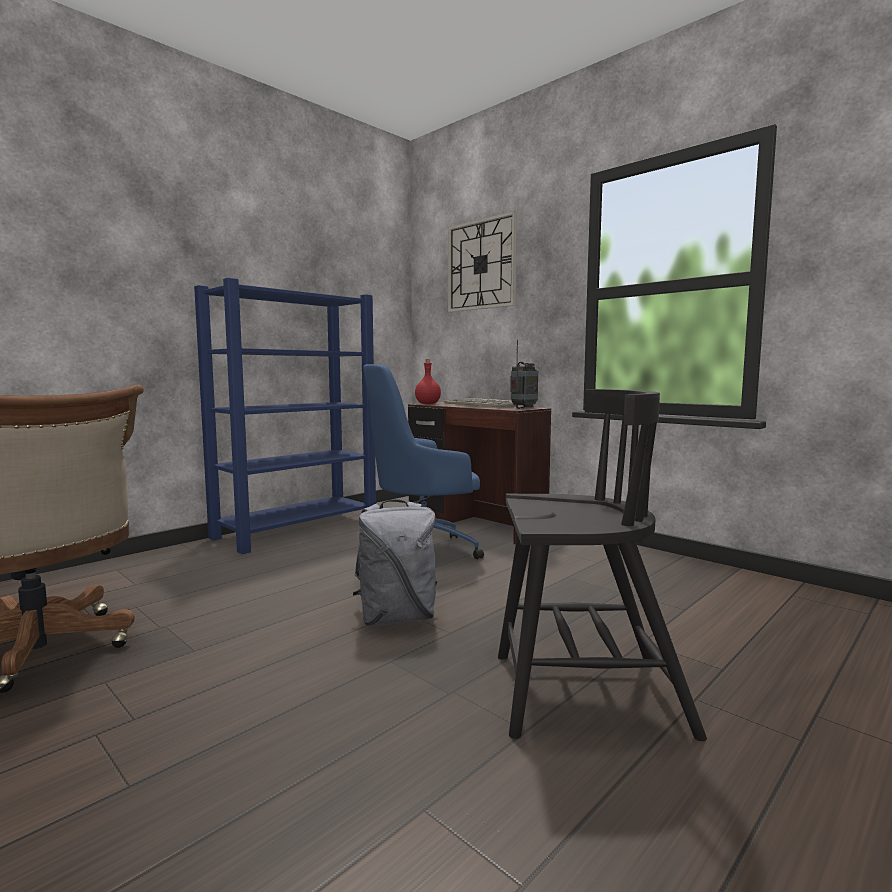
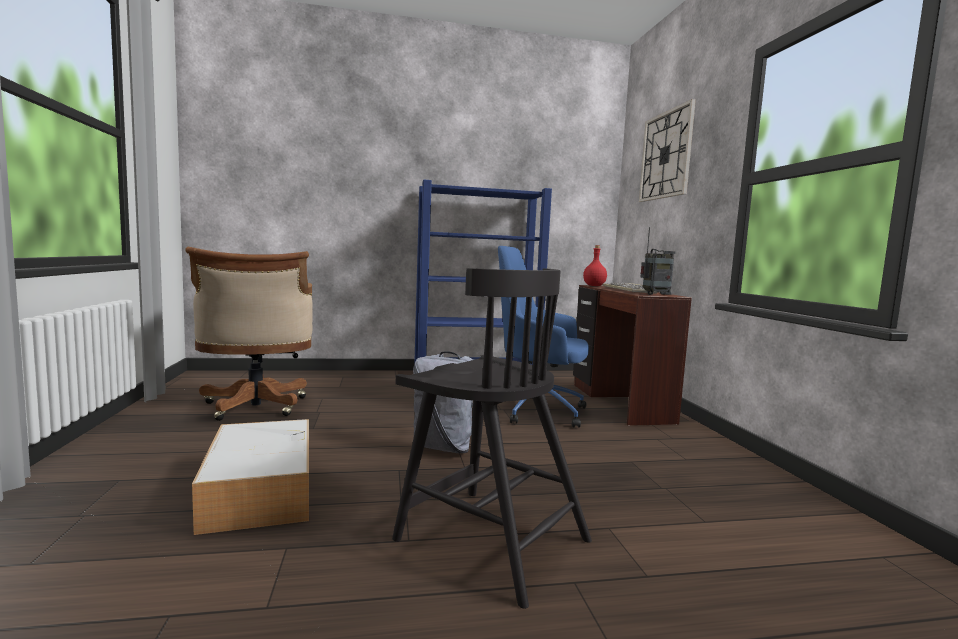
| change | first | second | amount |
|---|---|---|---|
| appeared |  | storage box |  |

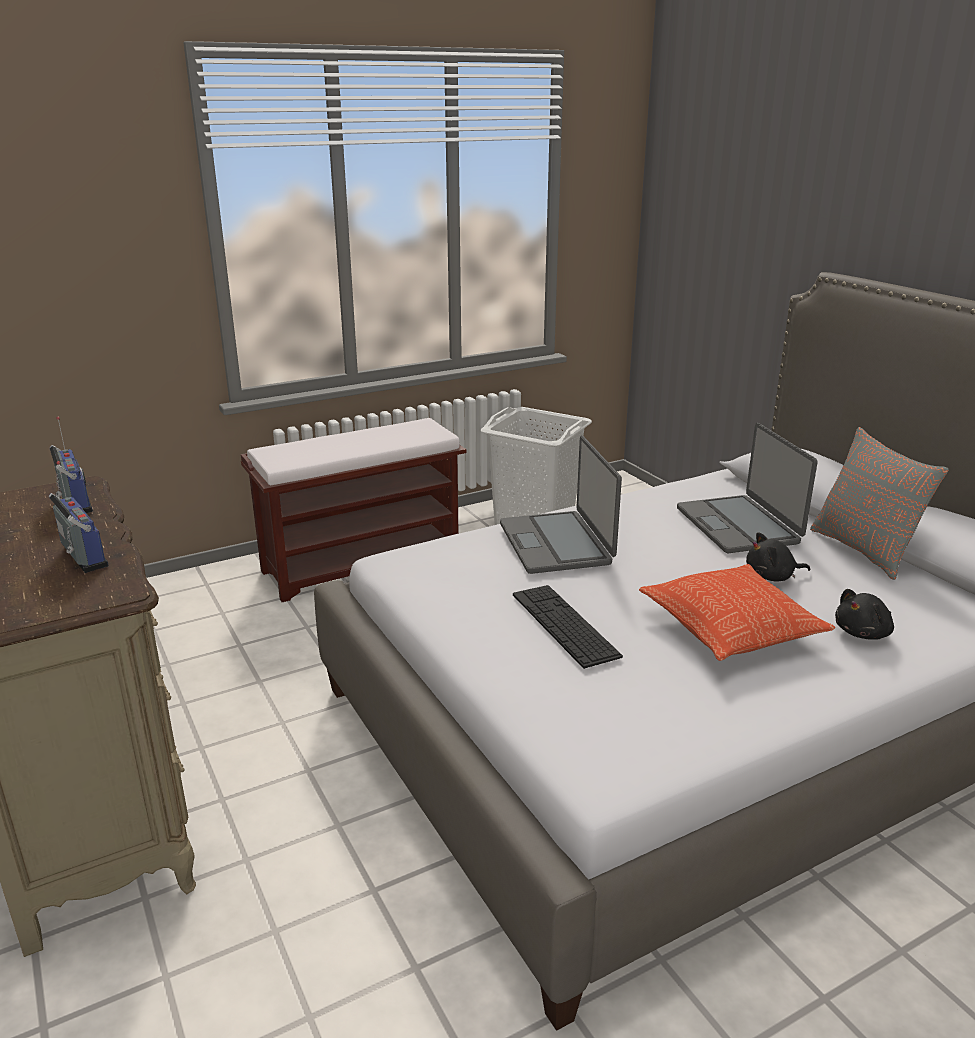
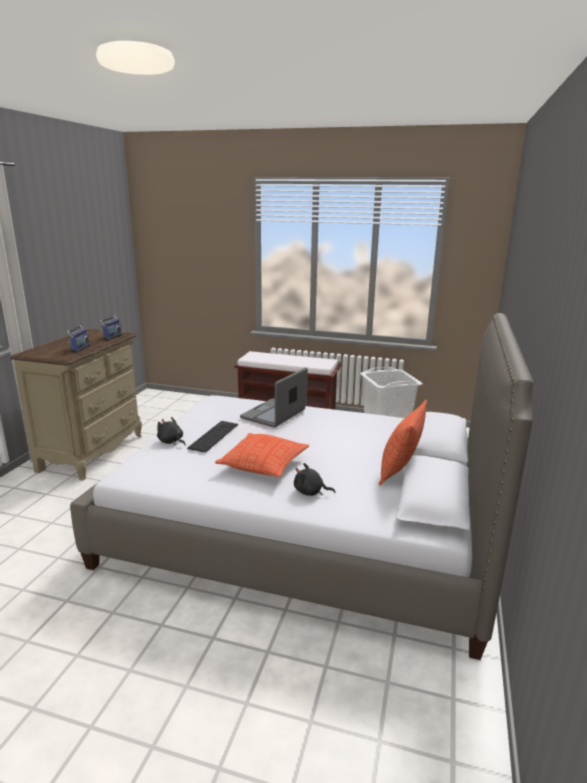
| change | first | second | amount |
|---|---|---|---|
| missing | laptop (no. 2 from left) |  |  |
| relocated | black plush toy (no. 1 from left) |  |  |
| colour | grey pillow | orange pillow (no. 2 from left) |  |

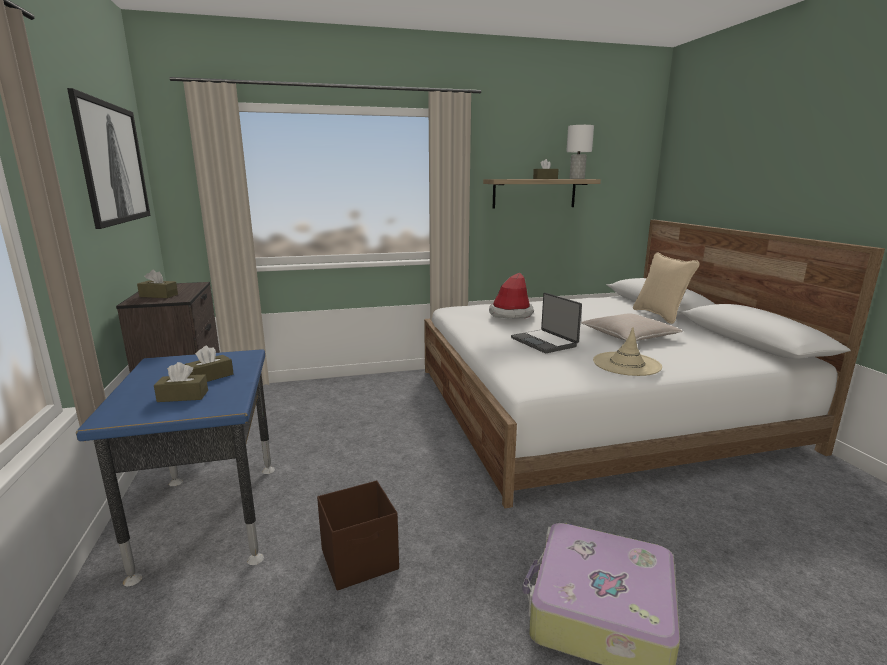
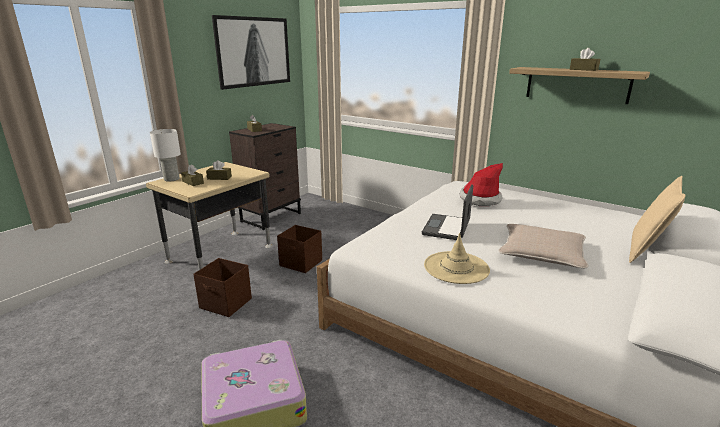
| change | first | second | amount |
|---|---|---|---|
| appeared |  | brown storage box (no. 2 from left) |  |
| relocated | white table lamp |  |  |
| colour | blue desk | beige desk |  |

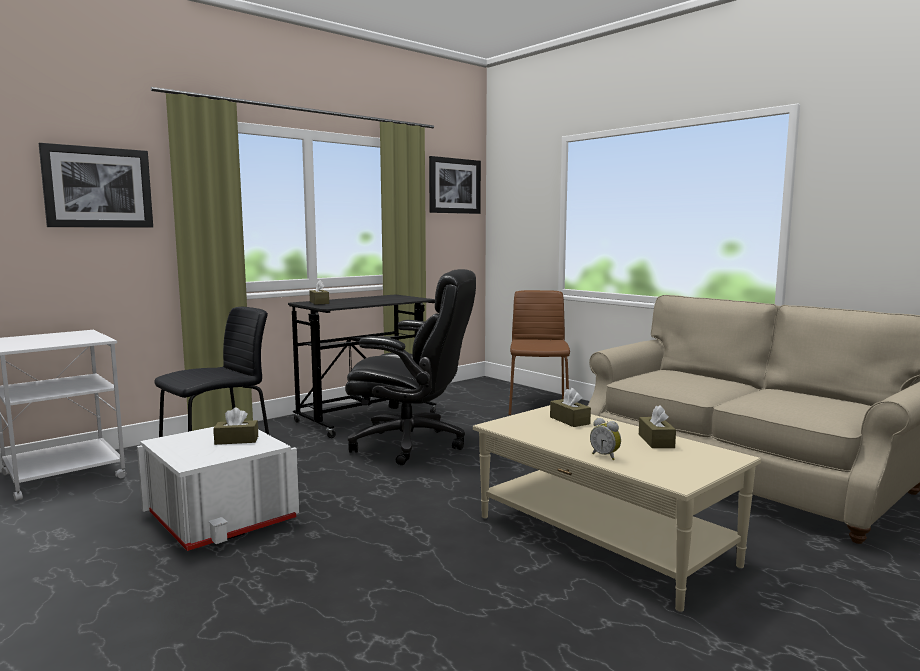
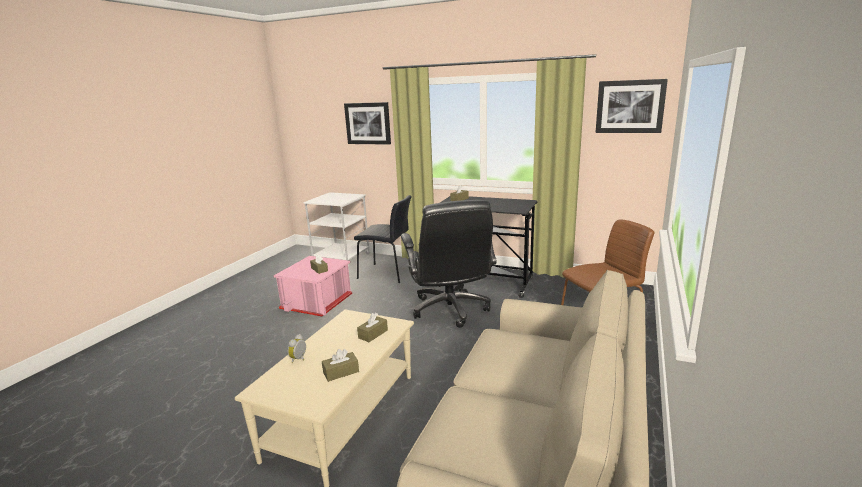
| change | first | second | amount |
|---|---|---|---|
| colour | white storage box | pink storage box |  |

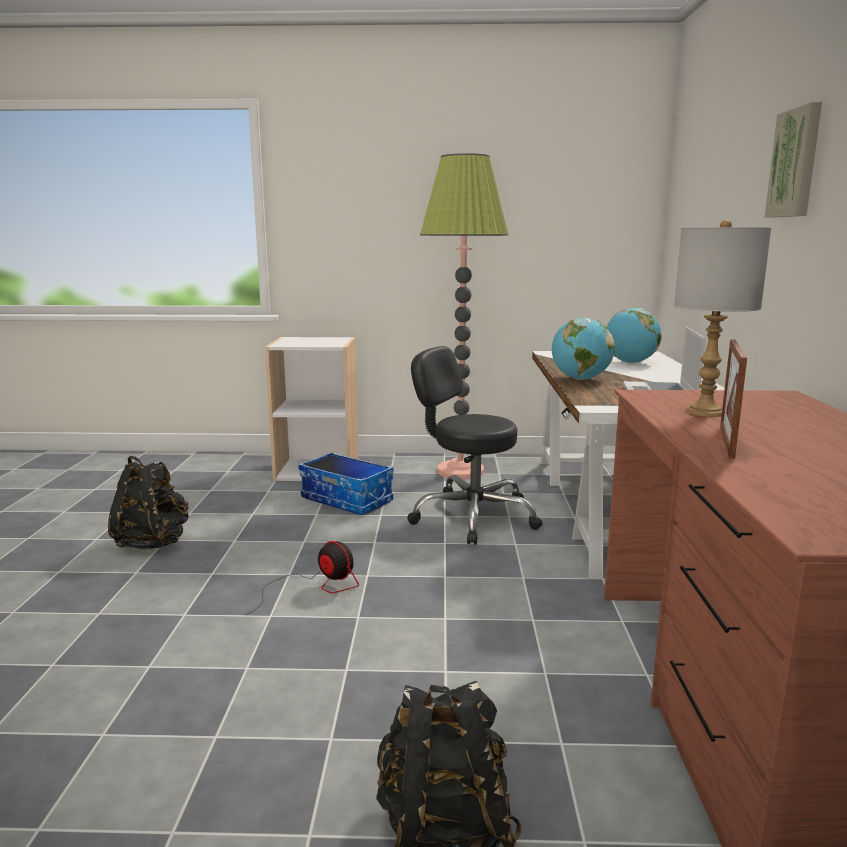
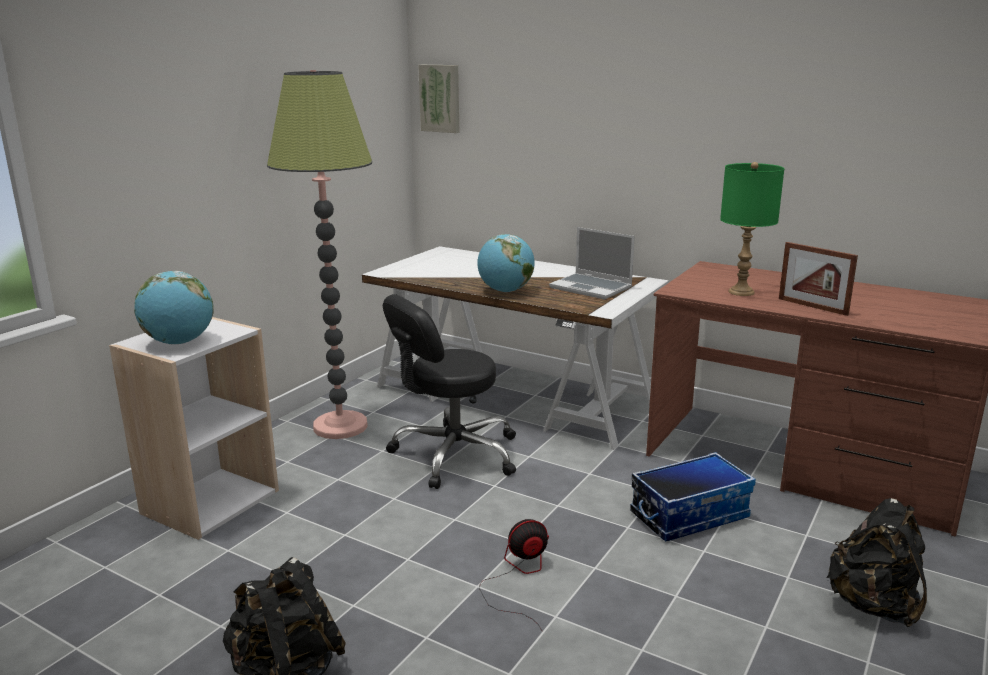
| change | first | second | amount |
|---|---|---|---|
| relocated | storage box |  |  |
| relocated | globe (no. 2 from left in the first image) | globe (no. 1 from left) |  |
| relocated | picture |  |  |
| colour | grey table lamp | green table lamp |  |

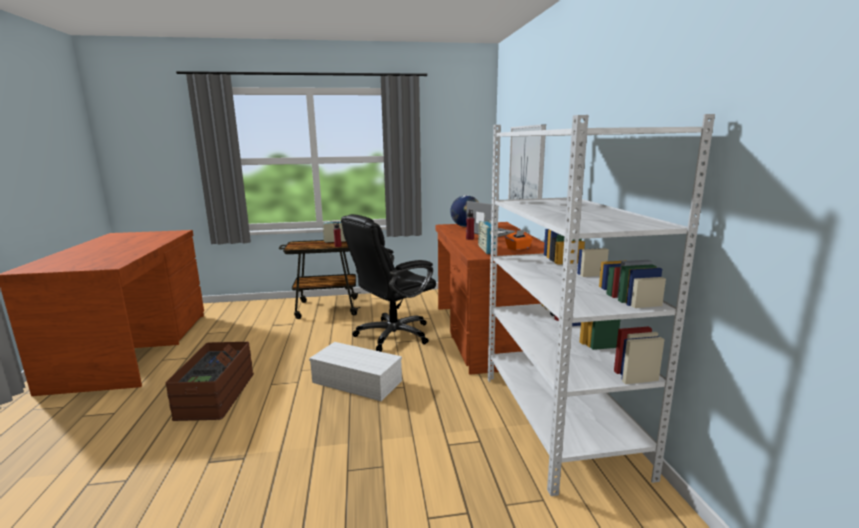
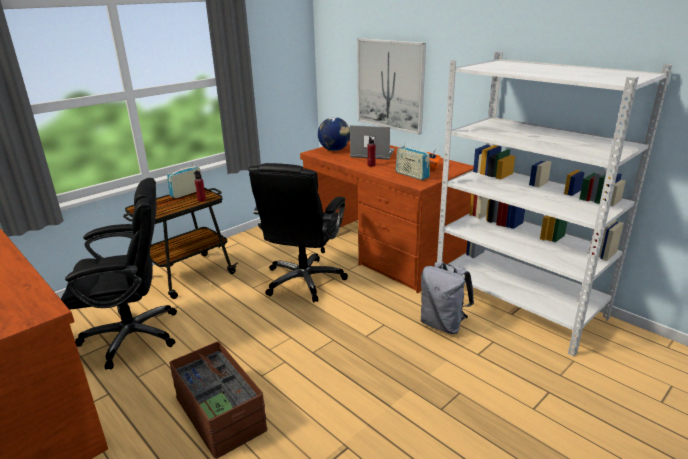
| change | first | second | amount |
|---|---|---|---|
| missing | white storage box |  |  |
| appeared |  | black office chair (no. 1 from left) |  |
| appeared |  | grey backpack |  |

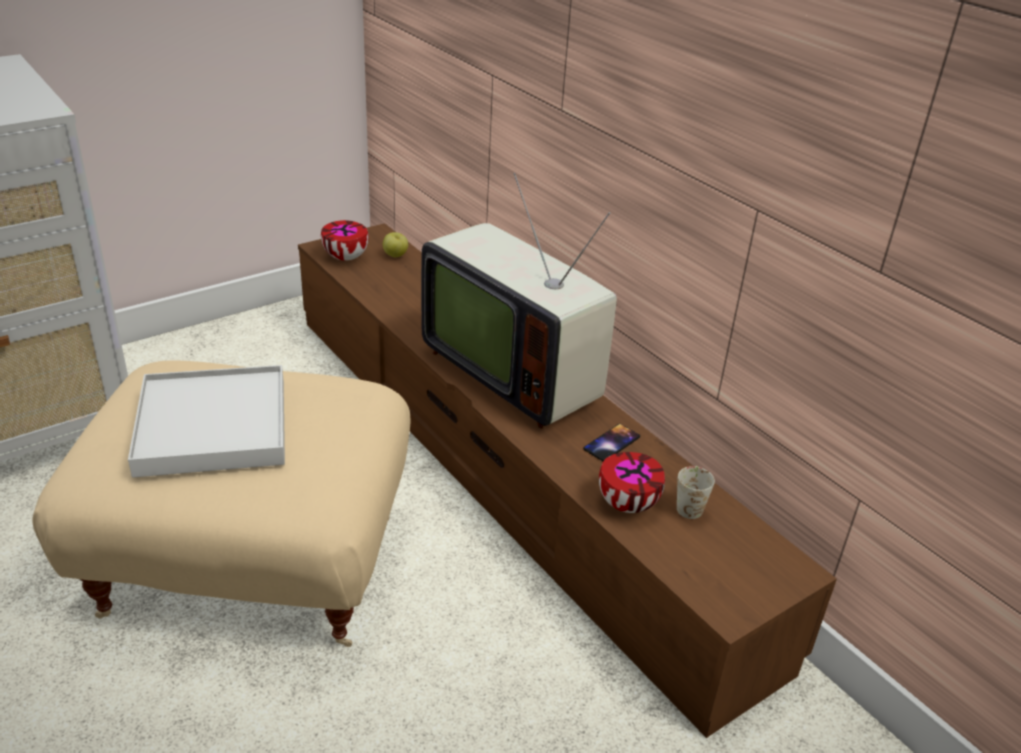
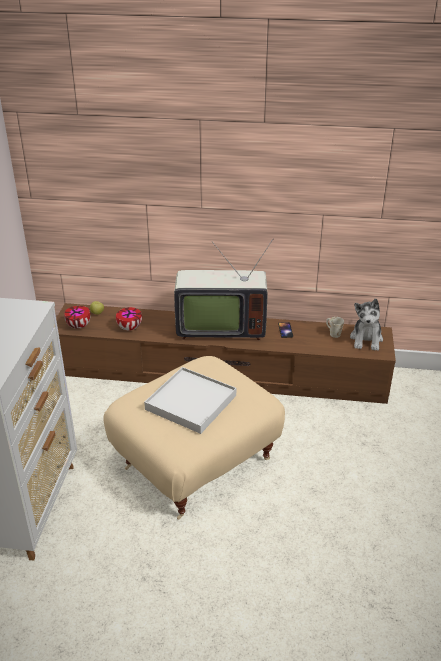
| change | first | second | amount |
|---|---|---|---|
| appeared |  | plush toy |  |
| relocated | bowl (no. 2 from left) |  |  |

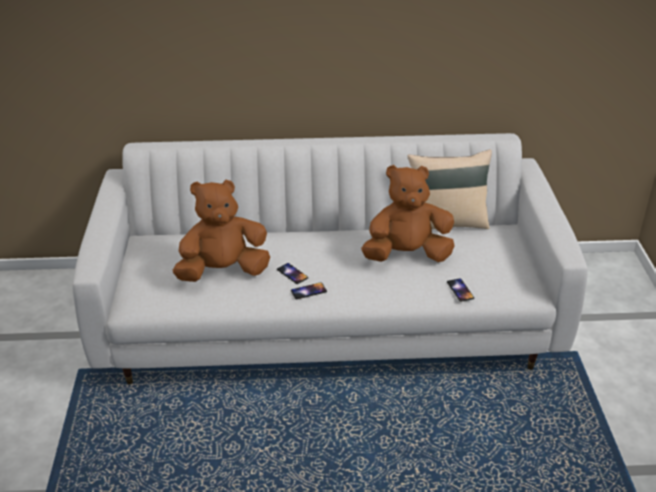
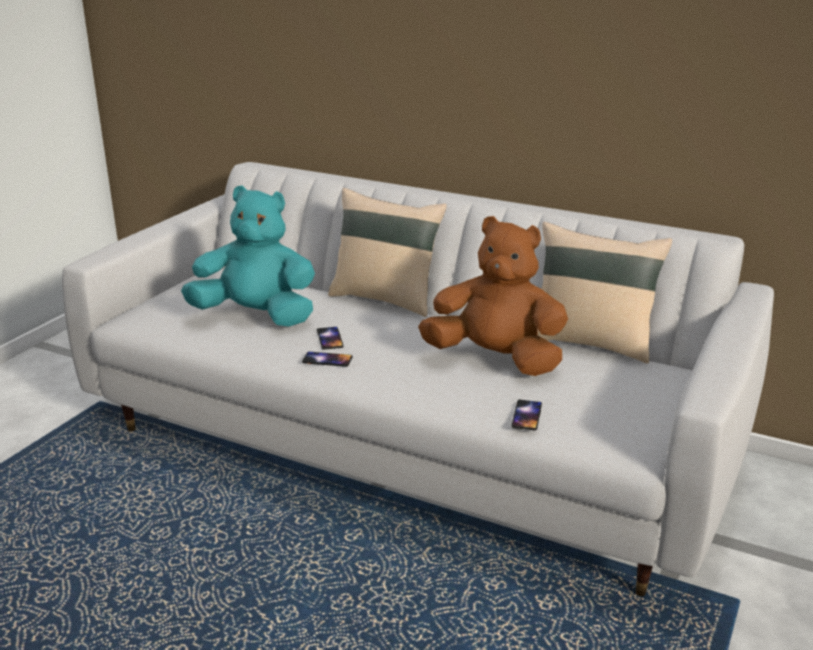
| change | first | second | amount |
|---|---|---|---|
| appeared |  | beige pillow (no. 1 from left) |  |
| colour | brown plush toy (no. 1 from left) | turquoise plush toy |  |

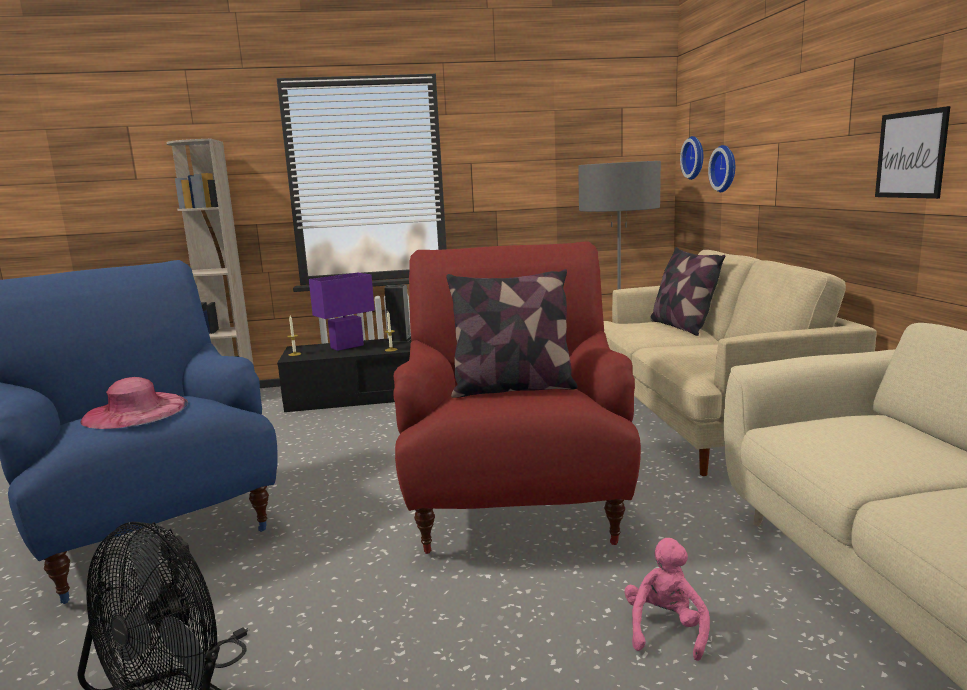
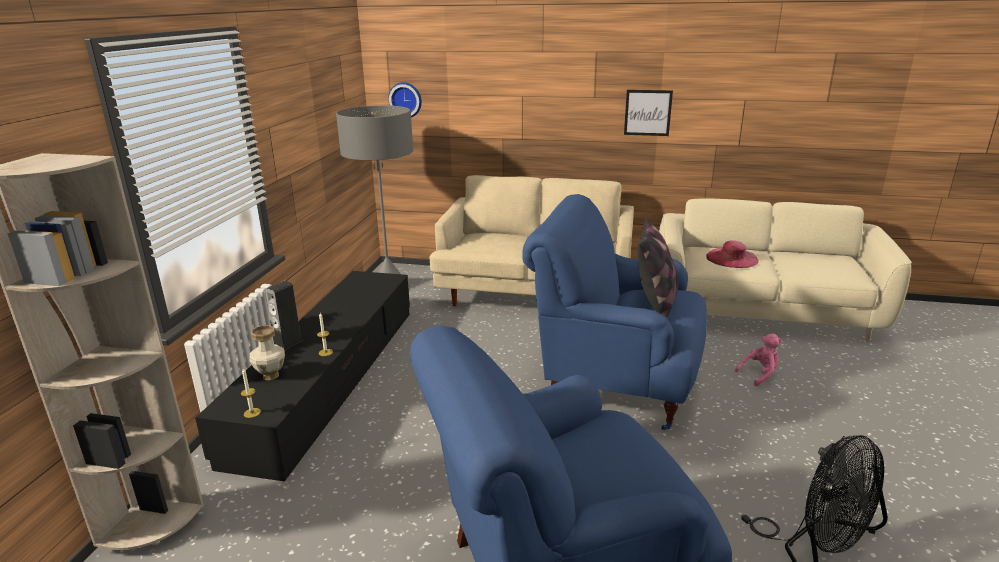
| change | first | second | amount |
|---|---|---|---|
| missing | pillow (no. 2 from left) |  |  |
| missing | wall clock (no. 2 from left) |  |  |
| relocated | pink hat |  |  |
| exchanged | purple table lamp | vase |  |
| colour | red armchair | blue armchair (no. 2 from left) |  |
| spun | pink plush toy |  | 120 degrees clockwise |

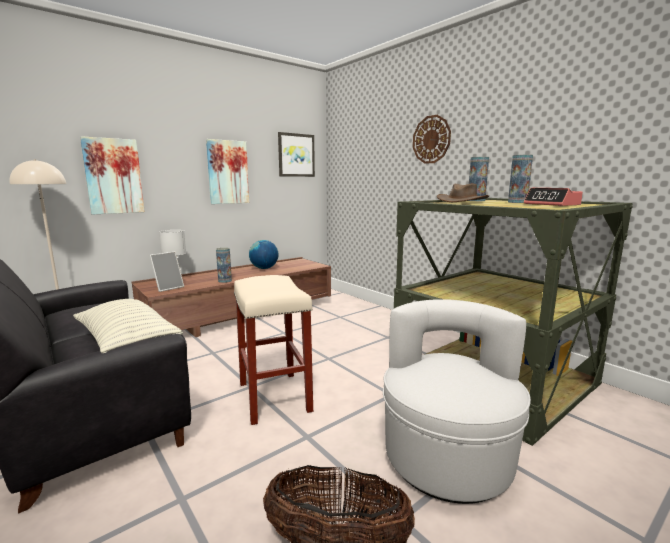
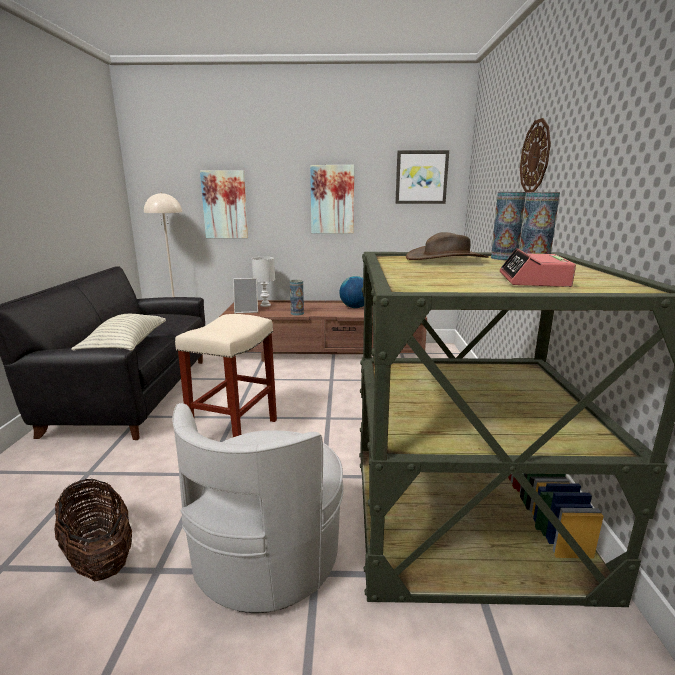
| change | first | second | amount |
|---|---|---|---|
| spun | white armchair |  | 150 degrees clockwise |

